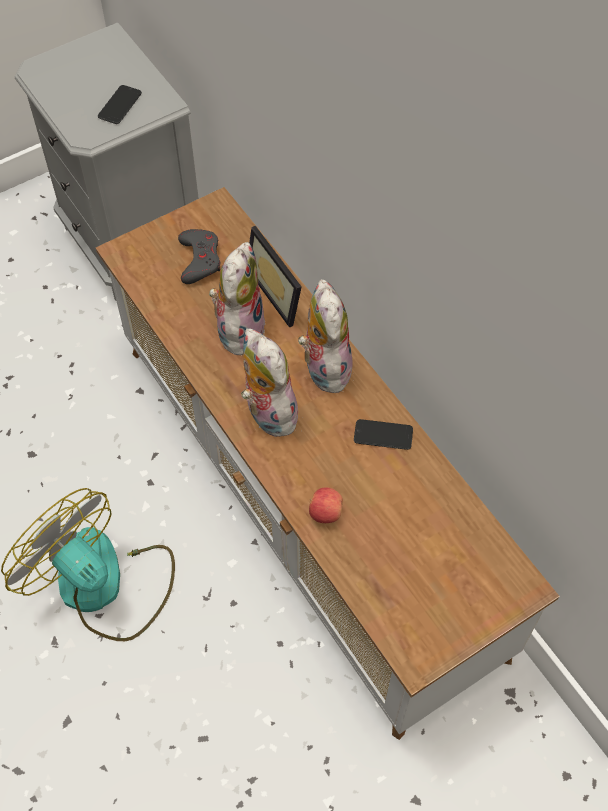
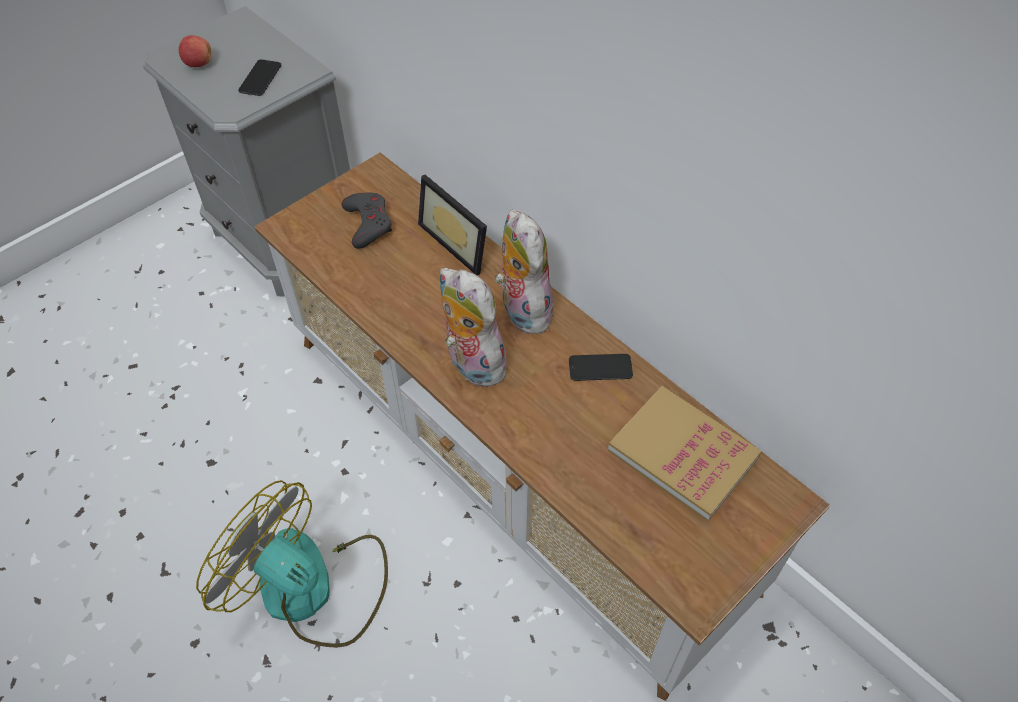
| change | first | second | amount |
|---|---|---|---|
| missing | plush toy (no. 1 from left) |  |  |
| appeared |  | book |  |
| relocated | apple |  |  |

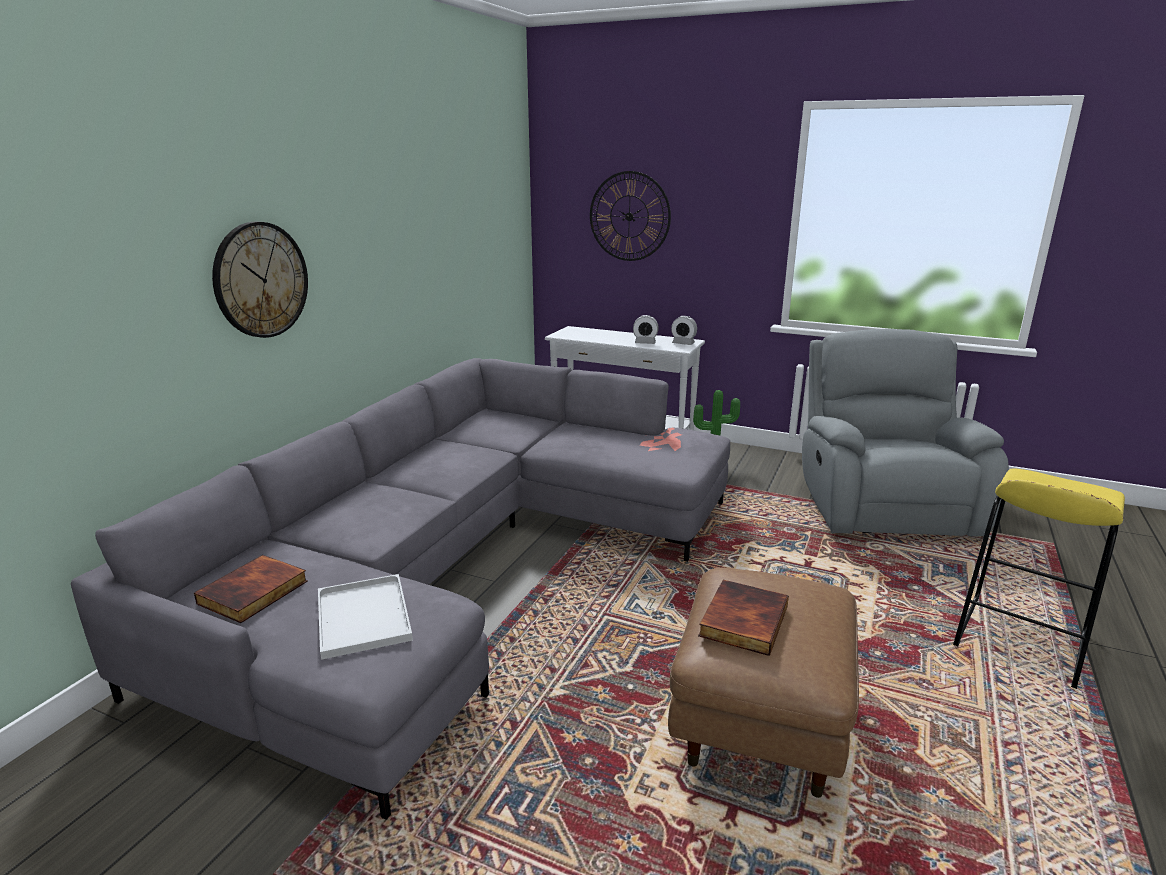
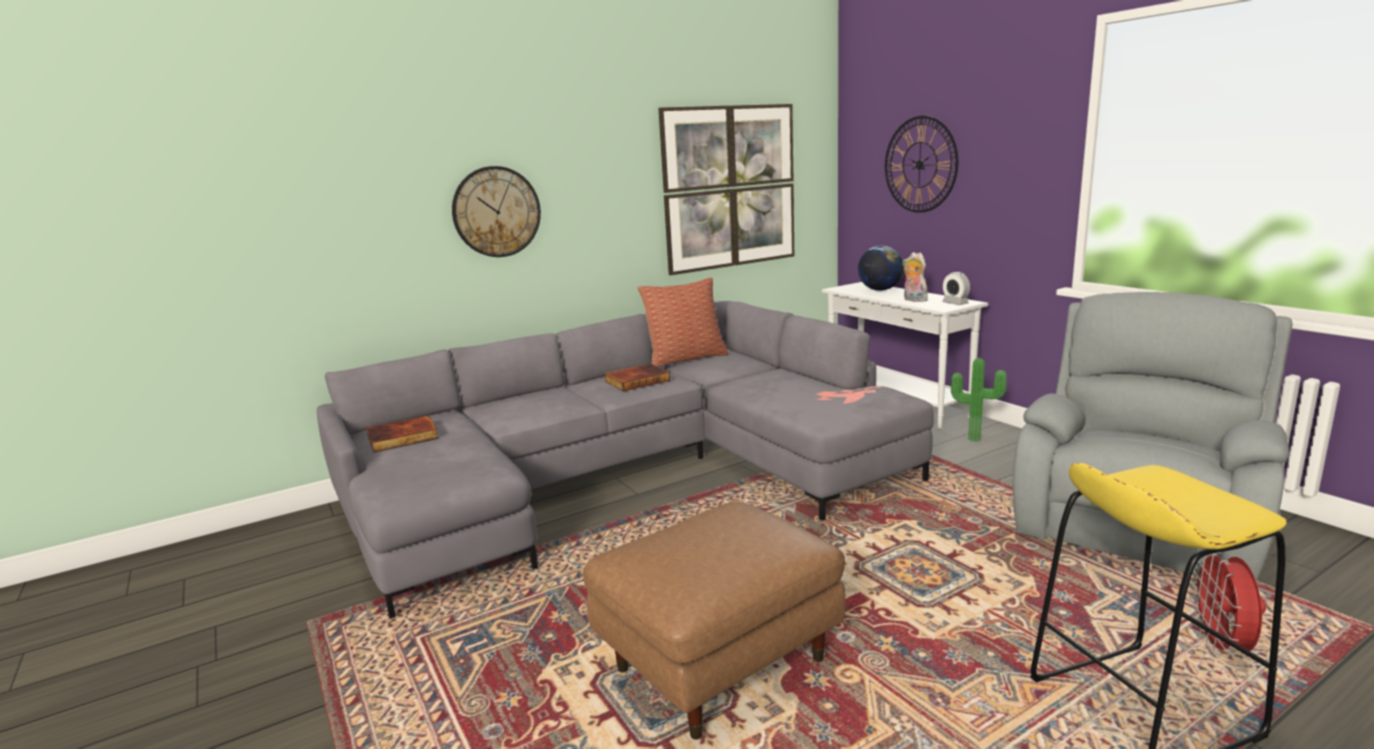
| change | first | second | amount |
|---|---|---|---|
| missing | white tray |  |  |
| appeared |  | pillow |  |
| appeared |  | picture |  |
| appeared |  | globe |  |
| appeared |  | red fan |  |
| relocated | book (no. 2 from left) |  |  |
| exchanged | alarm clock (no. 1 from left) | plush toy |  |

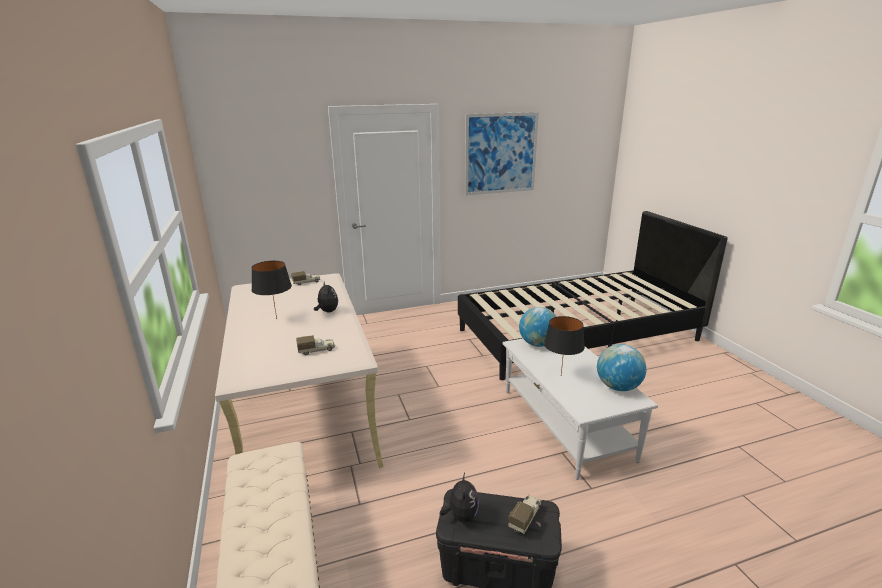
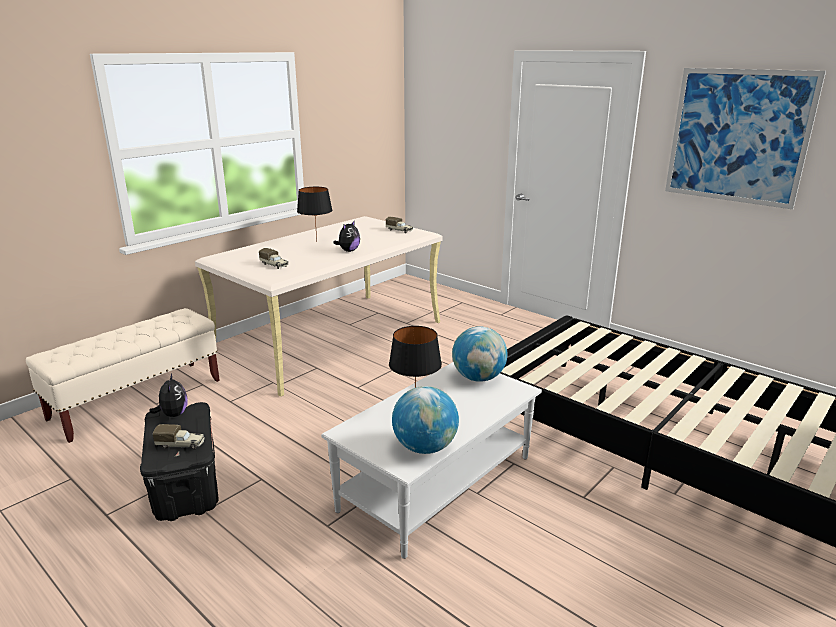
| change | first | second | amount |
|---|---|---|---|
| spun | plush toy (no. 2 from left in the first image) | plush toy (no. 1 from left) | 75 degrees counterclockwise |

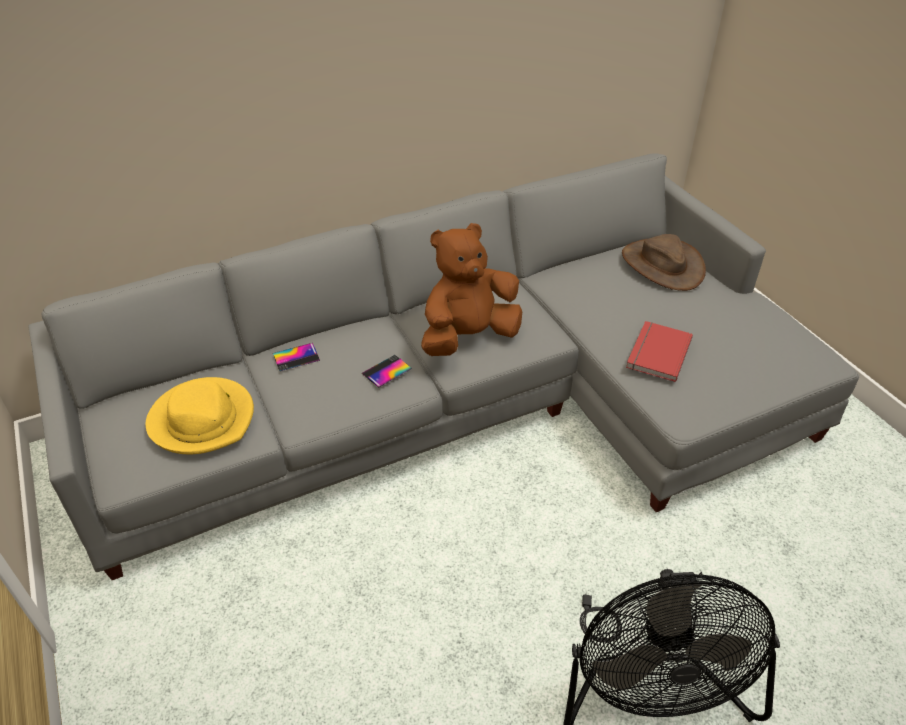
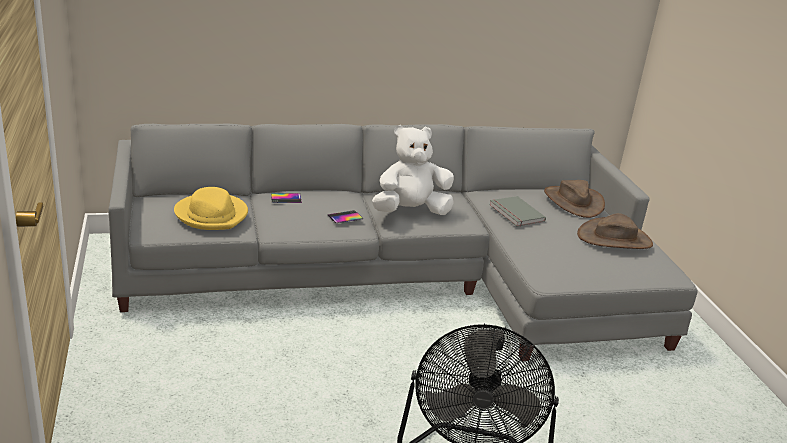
| change | first | second | amount |
|---|---|---|---|
| missing | red book |  |  |
| appeared |  | grey book |  |
| appeared |  | brown hat (no. 2 from left) |  |
| colour | brown plush toy | white plush toy |  |

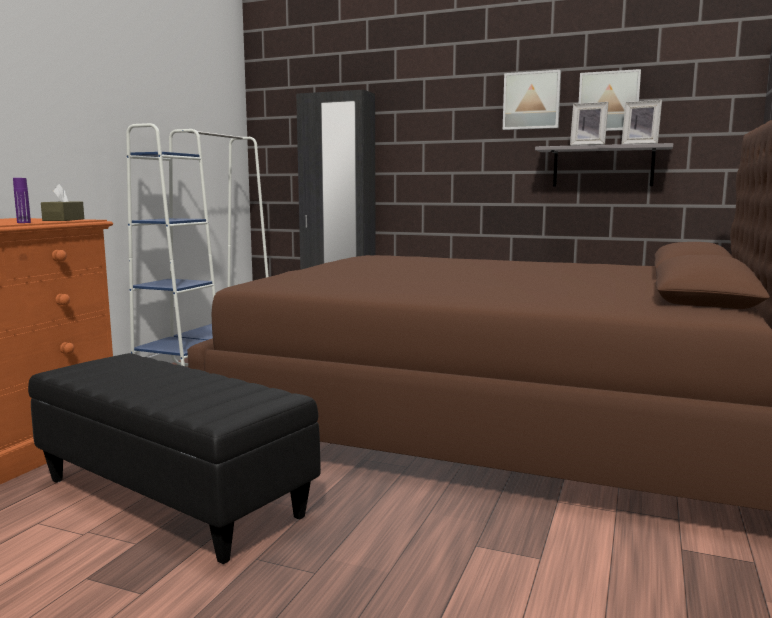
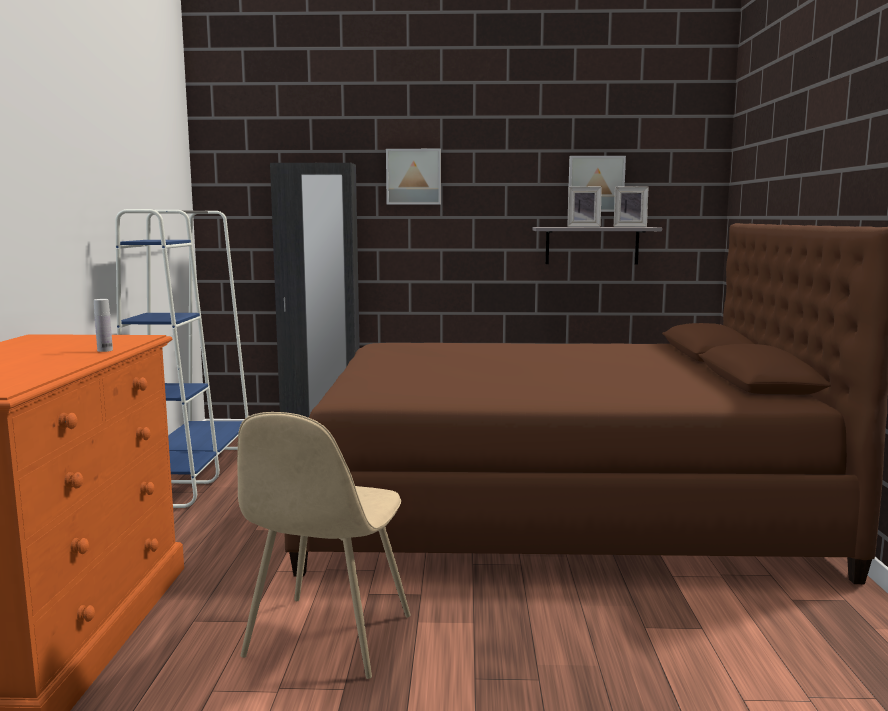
| change | first | second | amount |
|---|---|---|---|
| missing | brown tissue box |  |  |
| relocated | picture (no. 1 from left) |  |  |
| exchanged | black ottoman | beige chair |  |
| colour | purple bottle | white bottle |  |

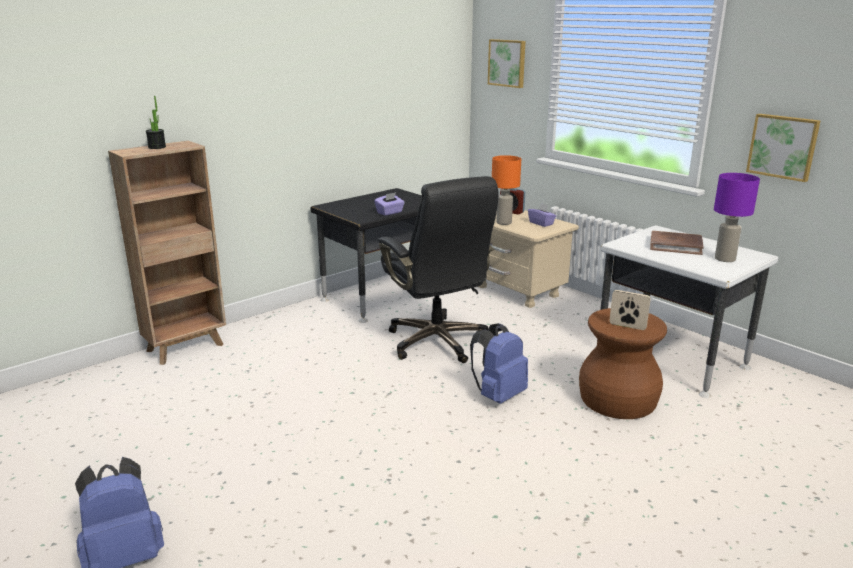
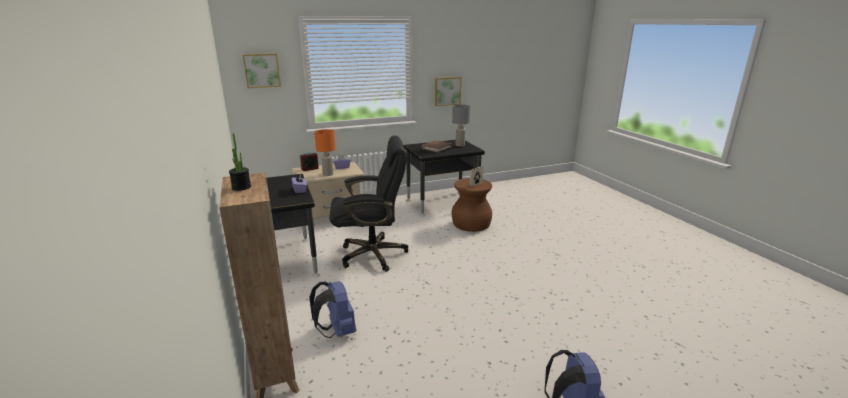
| change | first | second | amount |
|---|---|---|---|
| relocated | blue backpack (no. 2 from left in the first image) | blue backpack (no. 1 from left) |  |
| colour | white desk | black desk (no. 2 from left) |  |
| colour | purple table lamp | grey table lamp |  |

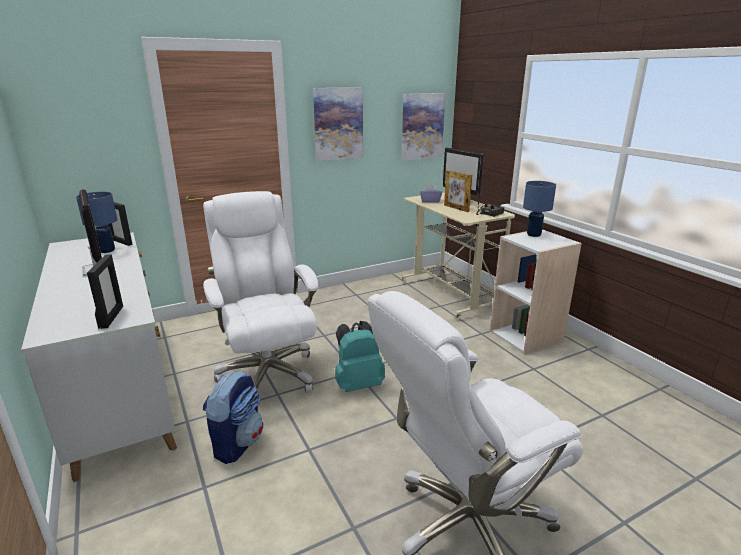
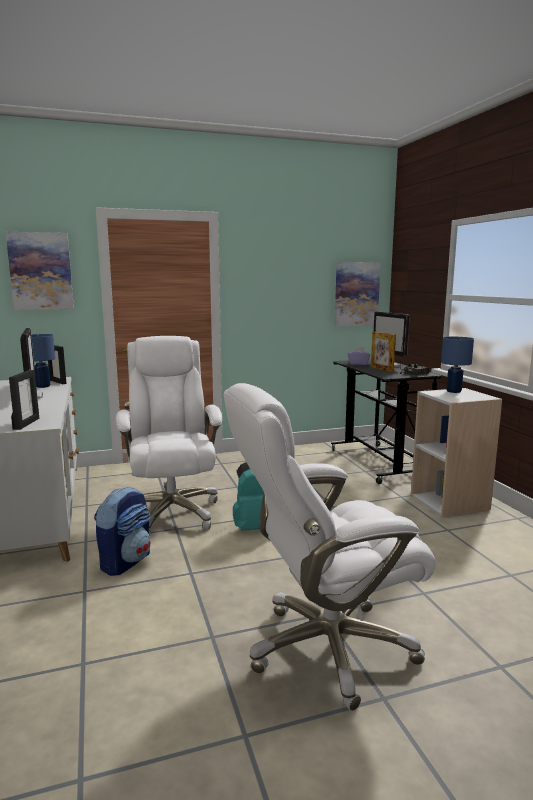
| change | first | second | amount |
|---|---|---|---|
| relocated | picture (no. 1 from left) |  |  |
| colour | beige desk | black desk |  |

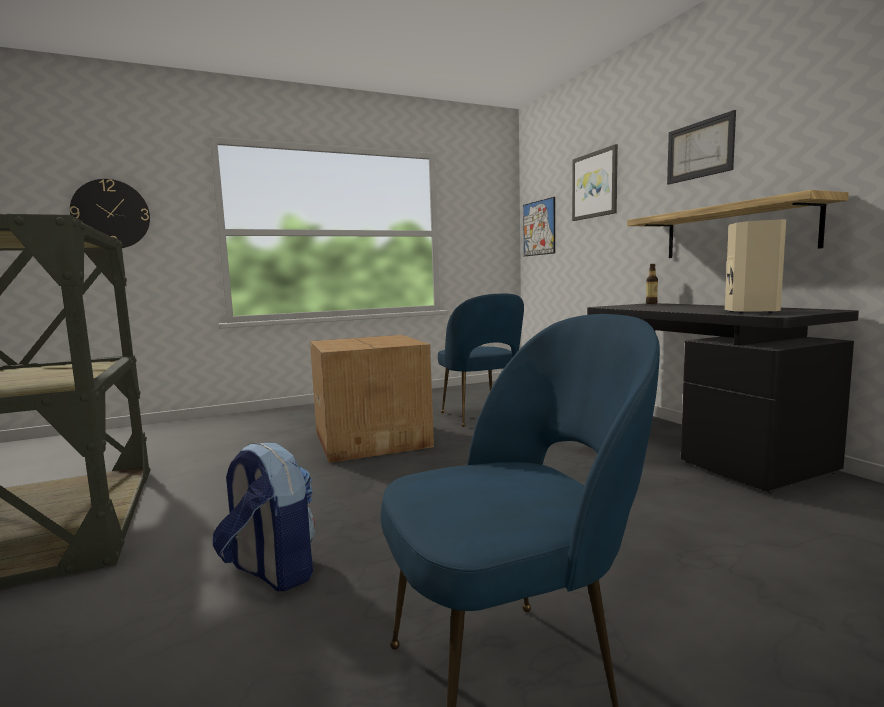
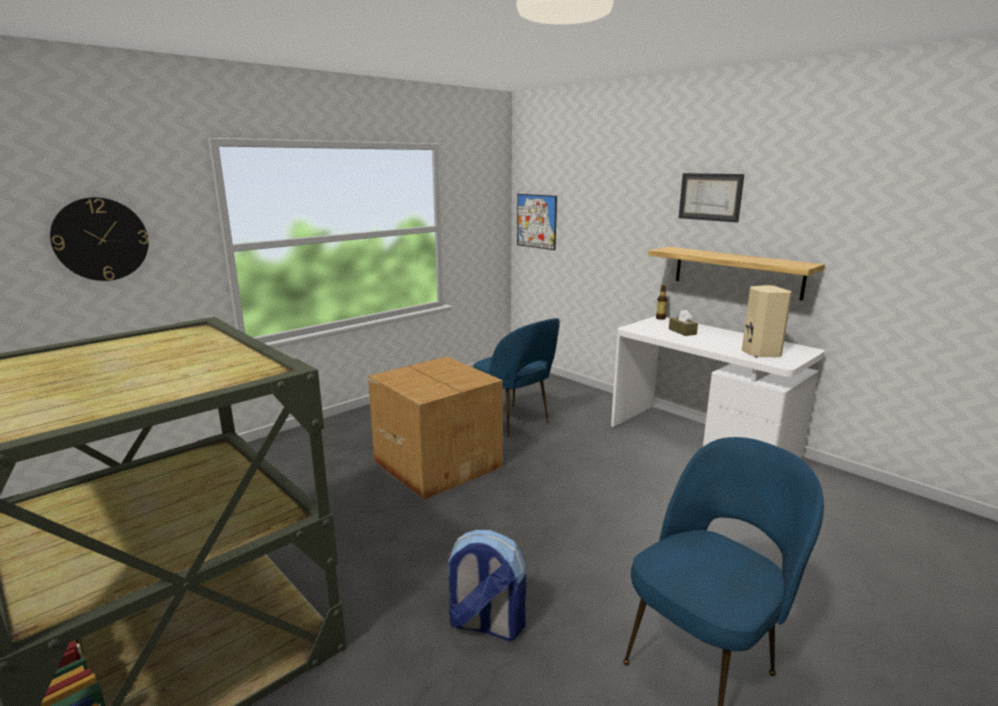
| change | first | second | amount |
|---|---|---|---|
| missing | picture (no. 2 from left) |  |  |
| appeared |  | brown tissue box |  |
| colour | black desk | white desk |  |

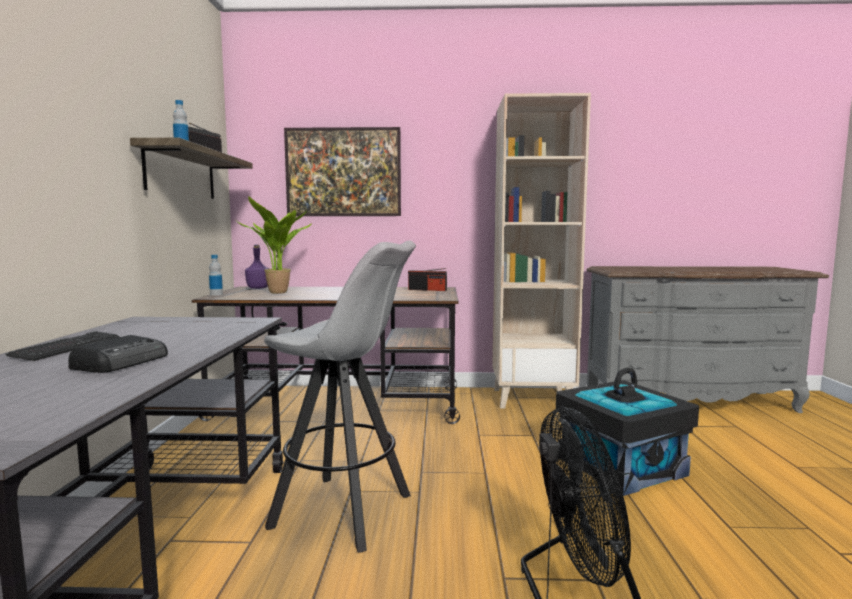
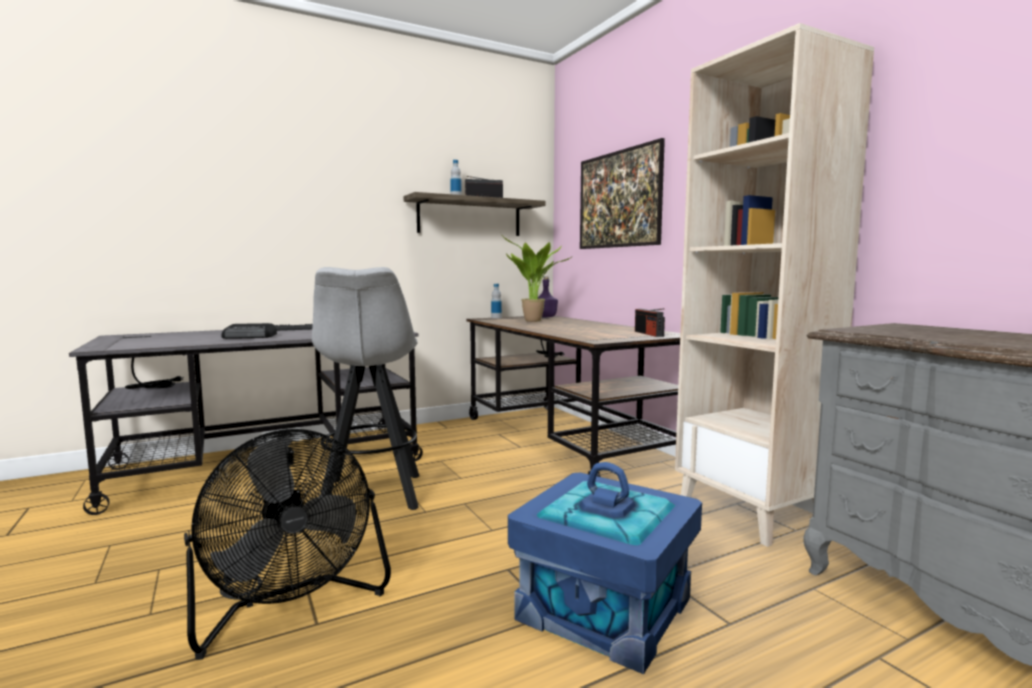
| change | first | second | amount |
|---|---|---|---|
| colour | black storage box | blue storage box |  |

